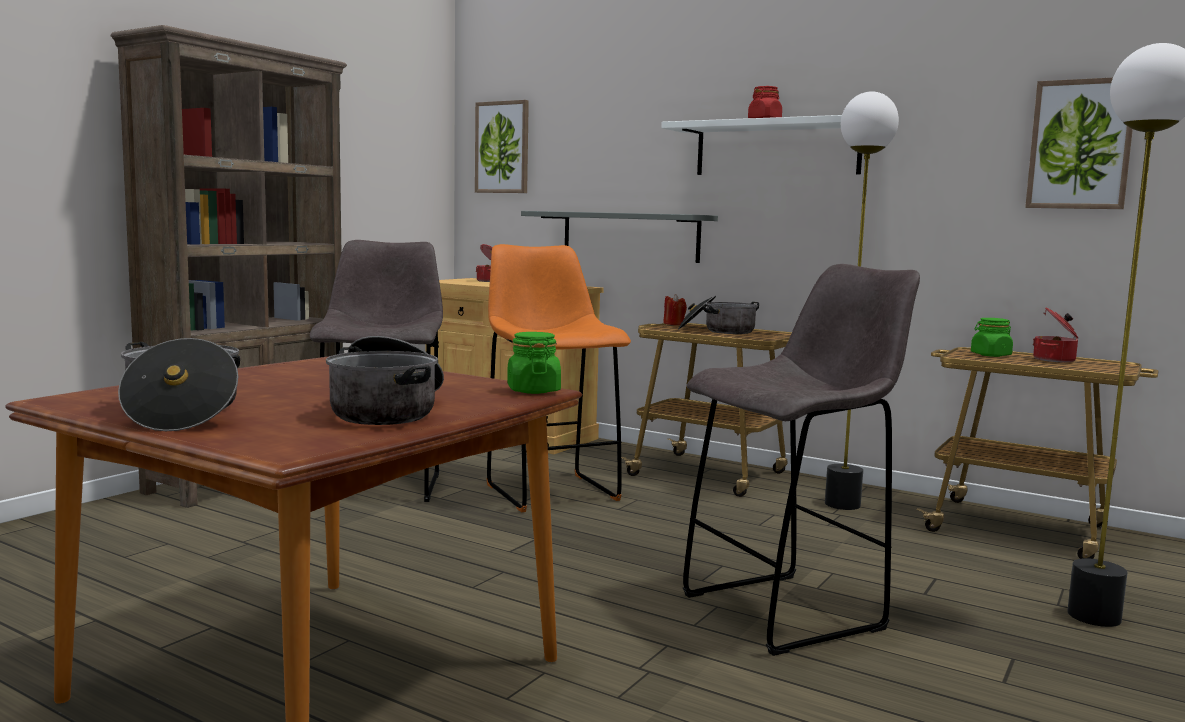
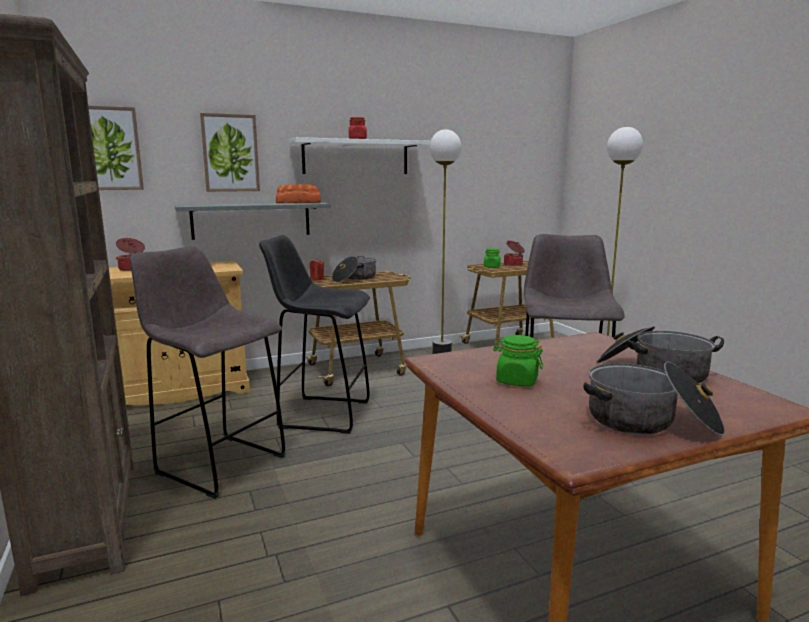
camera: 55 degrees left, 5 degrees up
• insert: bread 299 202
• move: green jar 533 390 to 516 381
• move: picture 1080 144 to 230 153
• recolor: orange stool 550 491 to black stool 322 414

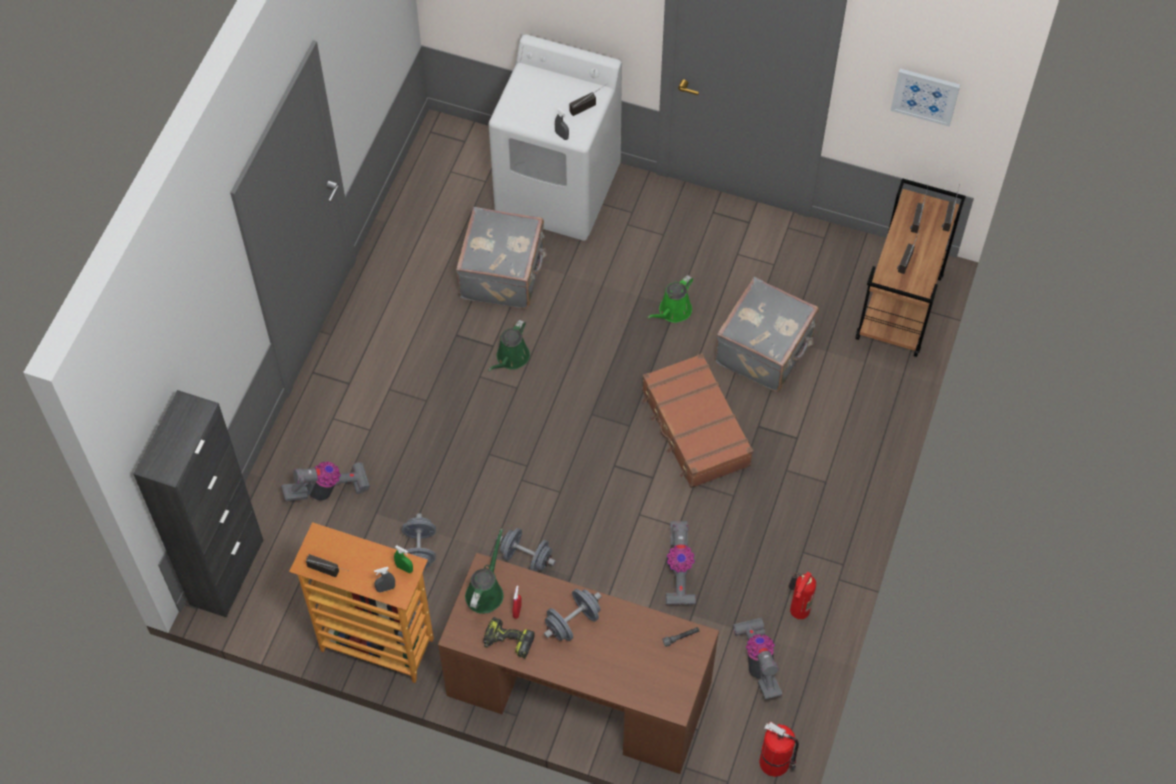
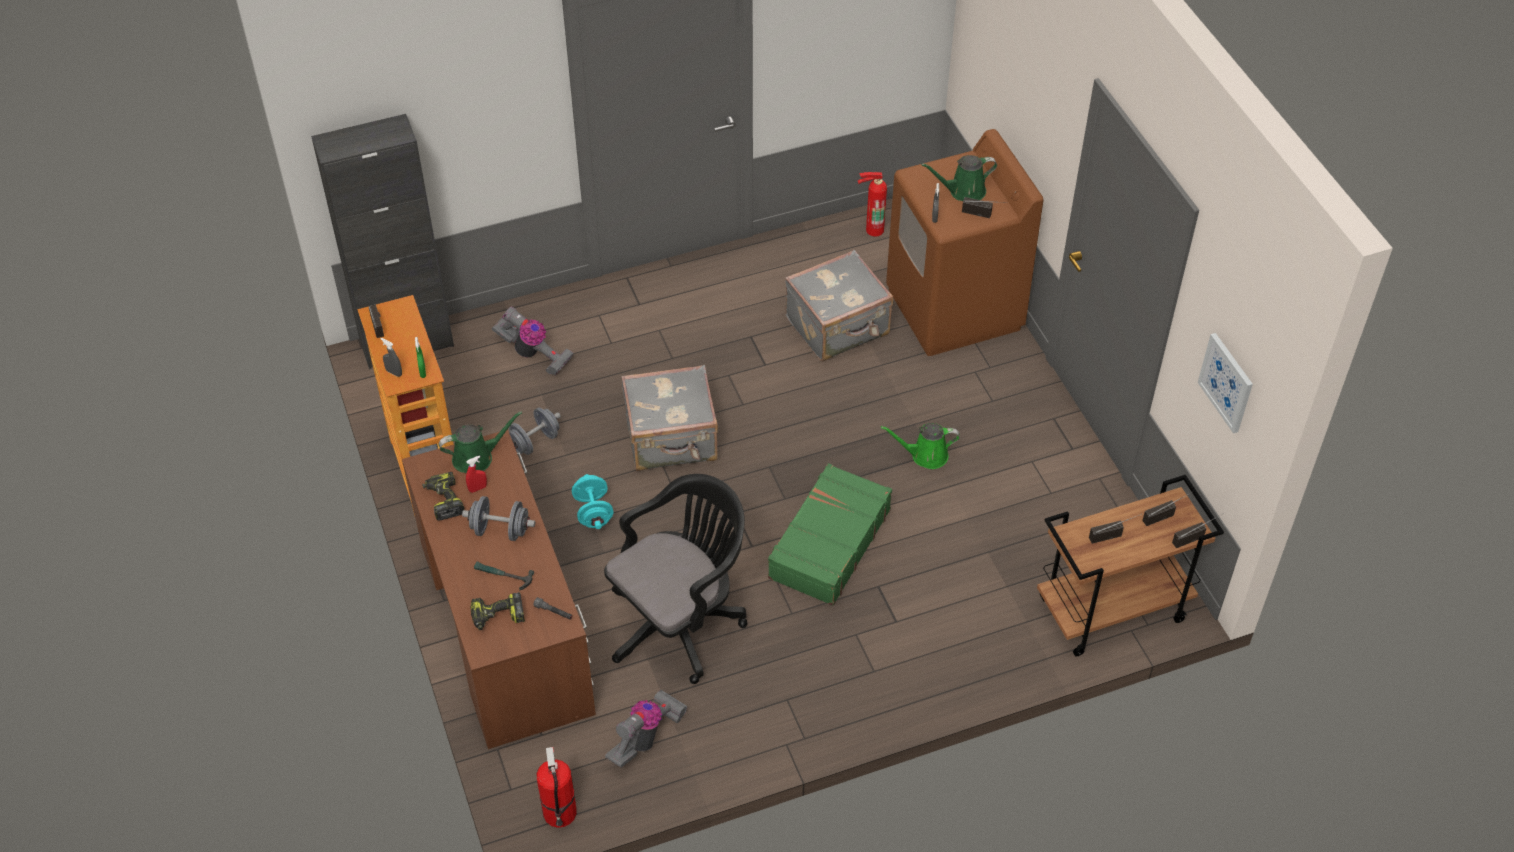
camera: 50 degrees right, 10 degrees down
• insert: power drill 498 617
• insert: hammer 503 576
• move: green watering can 511 358 to 963 191
• move: grey suitcase 765 350 to 672 440
• move: fire extinguisher 797 610 to 873 229
• replace: vacuum cleaner 678 571 to black office chair 680 622
• recolor: white washing machine 558 191 to brown washing machine 954 309
• recolor: grey dumbbell 526 557 to turquoise dumbbell 593 512
• recolor: brown suitcase 695 428 to green suitcase 828 544

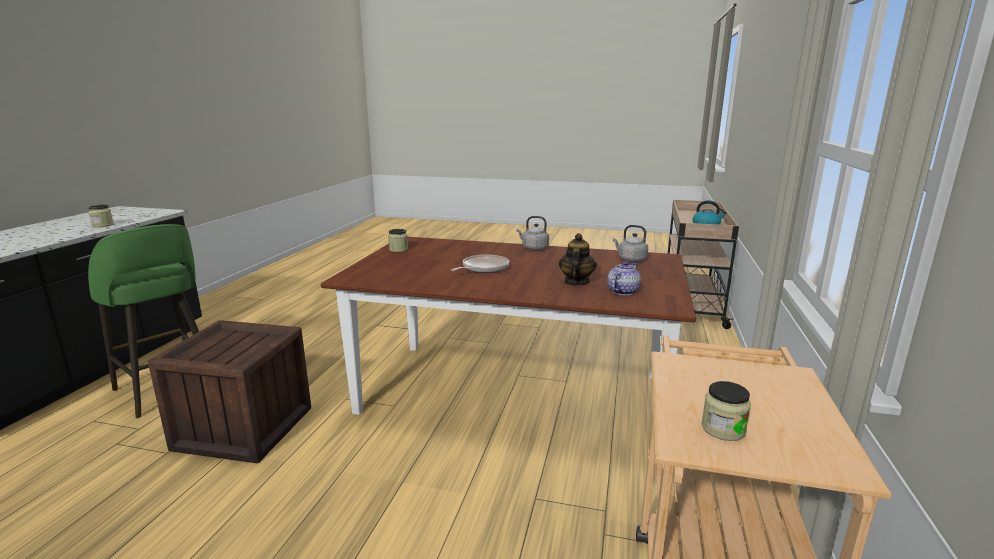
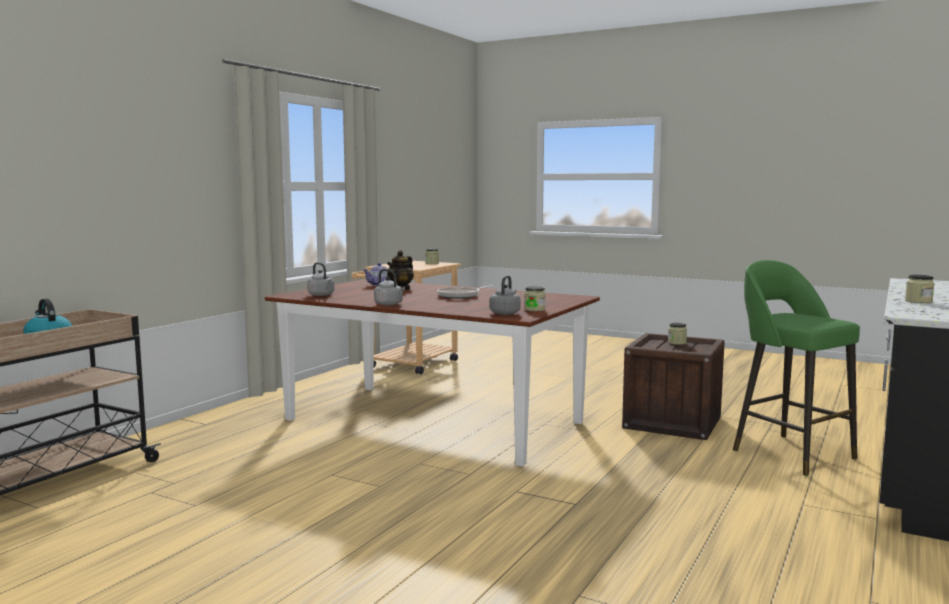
camera: 165 degrees left, 10 degrees down
• insert: grey kettle 505 313
• insert: jar 677 343

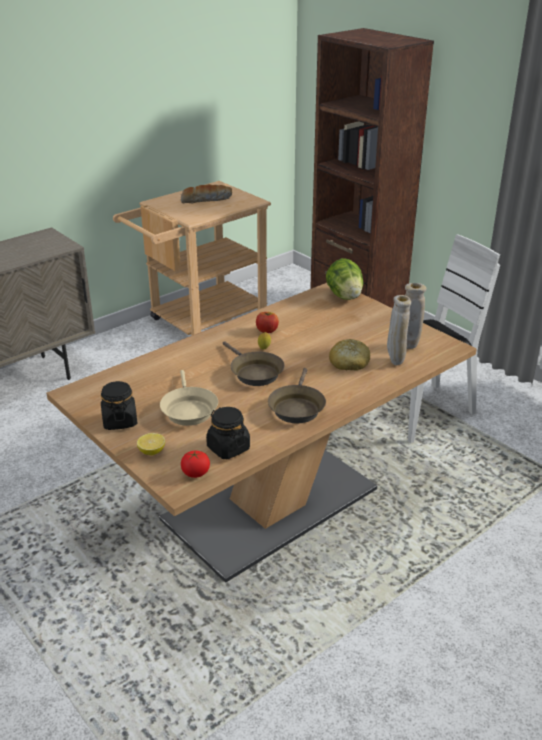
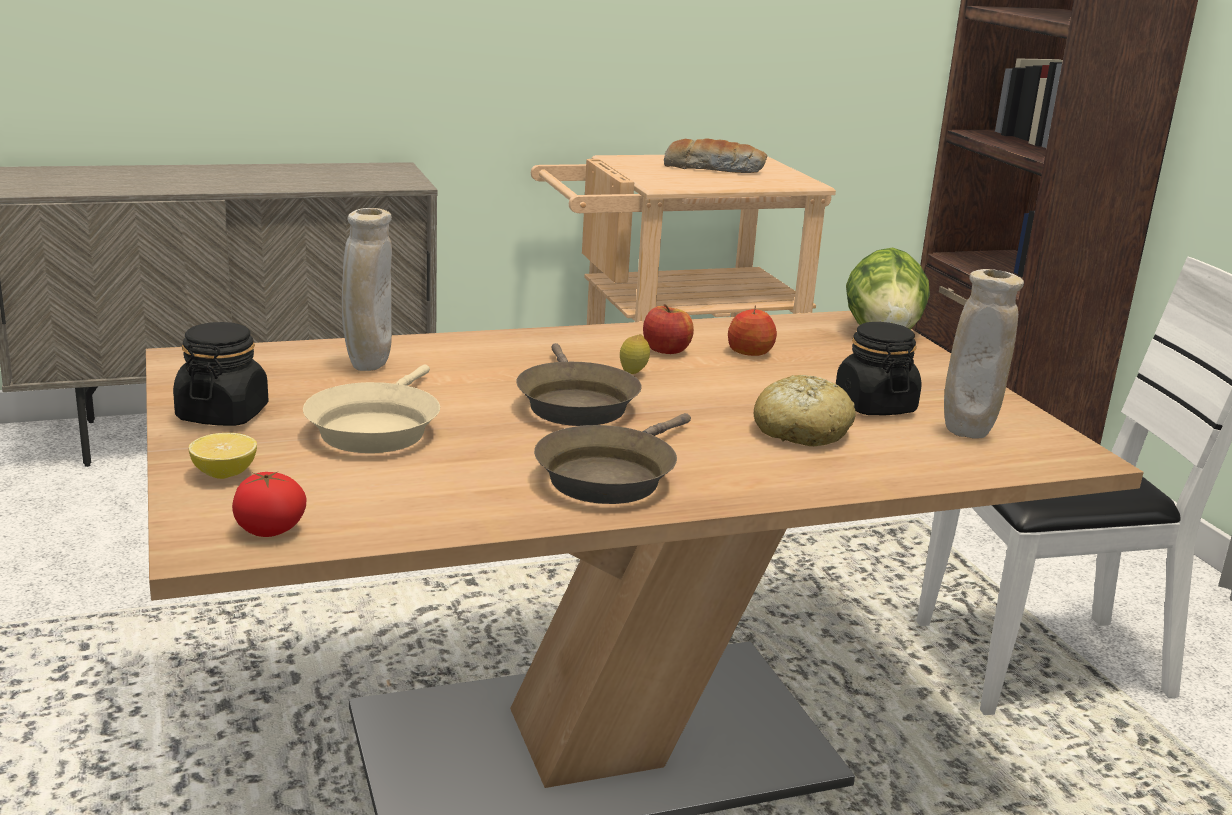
camera: 20 degrees right, 10 degrees down
• insert: apple 750 352
• move: black jar 228 448 to 874 406
• move: beige vase 395 361 to 368 366

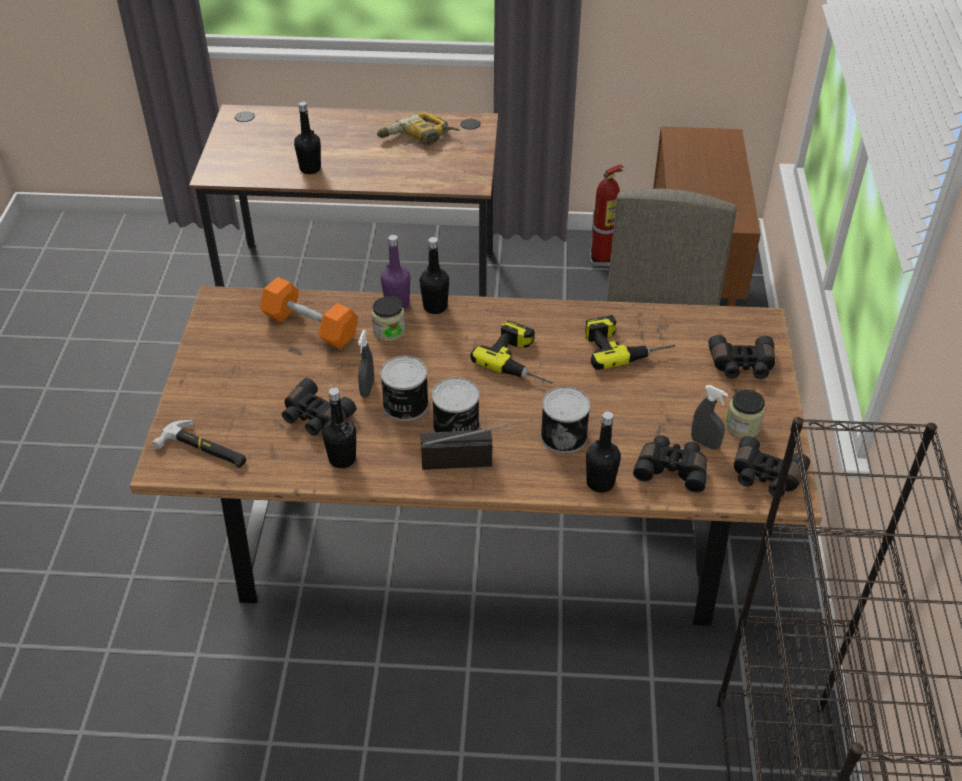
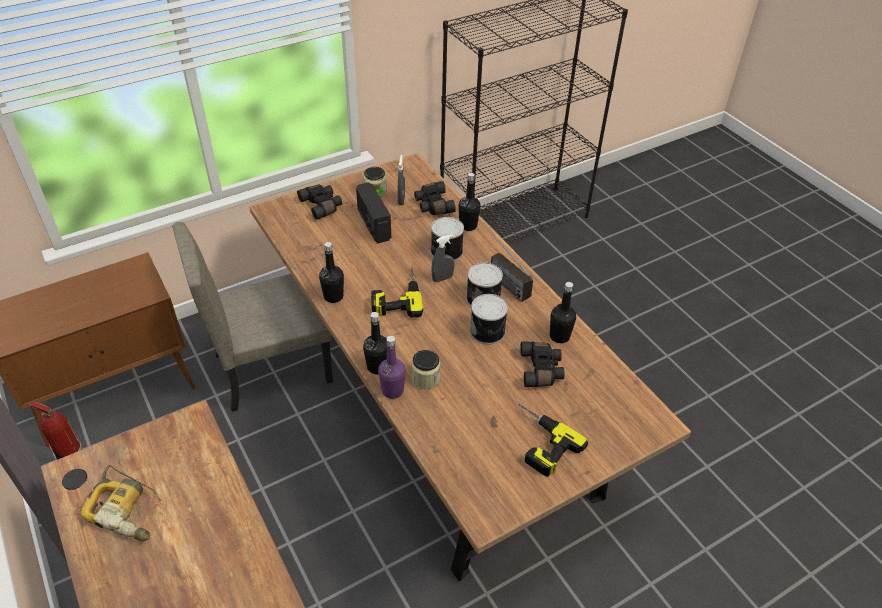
camera: 125 degrees left, 0 degrees up
• delete: hammer 204 450
• delete: orange dumbbell 310 326
• delete: black binoculars 765 477
• insert: radio 373 224
• move: black bottle 310 169 to 333 296
• move: grey spray bottle 367 389 to 442 278
• move: power drill 625 345 to 538 442

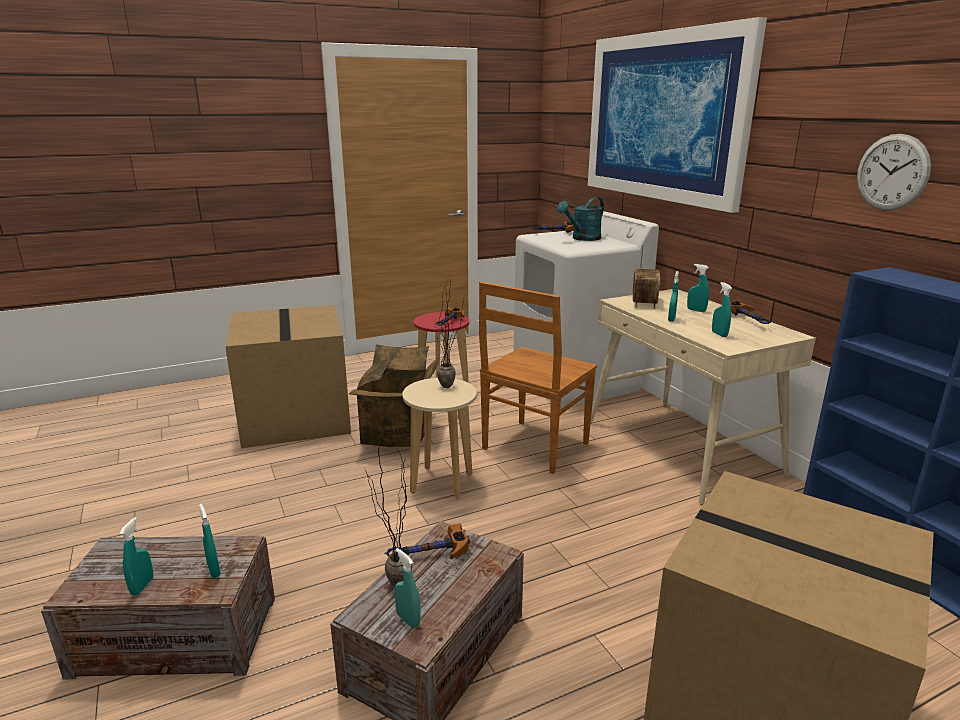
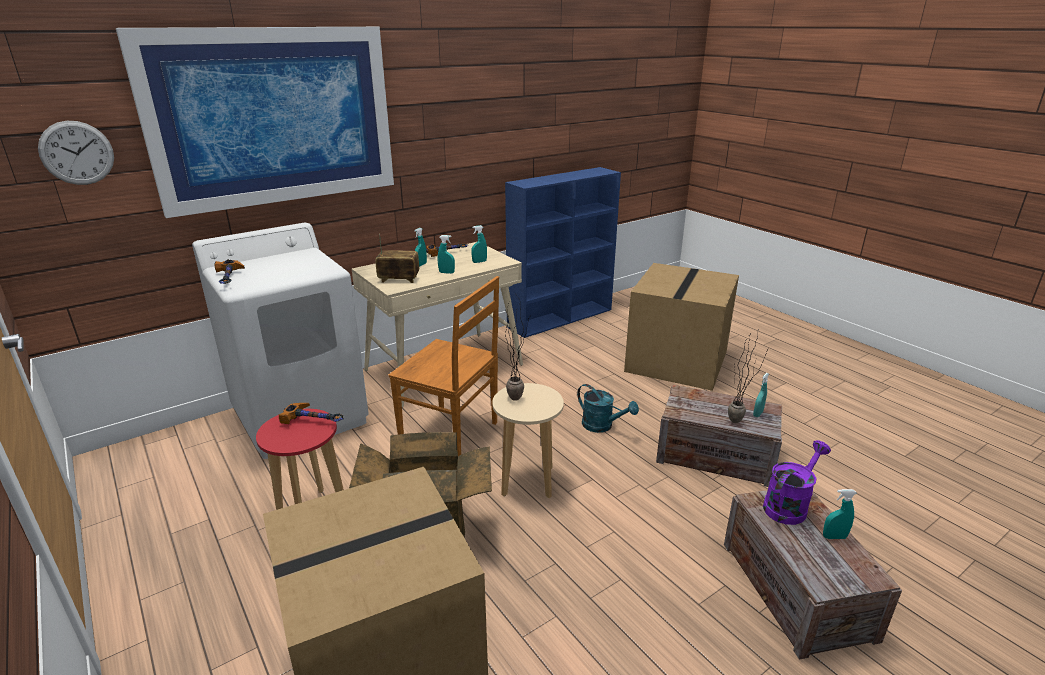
camera: 100 degrees left, 5 degrees up
• delete: hammer 427 556
• move: turquoise watering can 582 239 to 602 426
• move: wall clock 892 172 to 77 153
• replace: turquoise spray bottle 214 570 to purple watering can 789 505

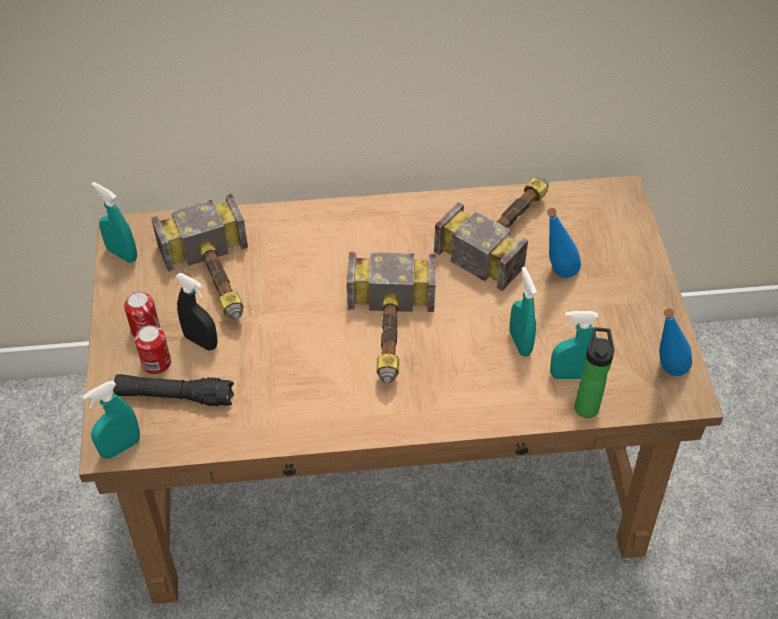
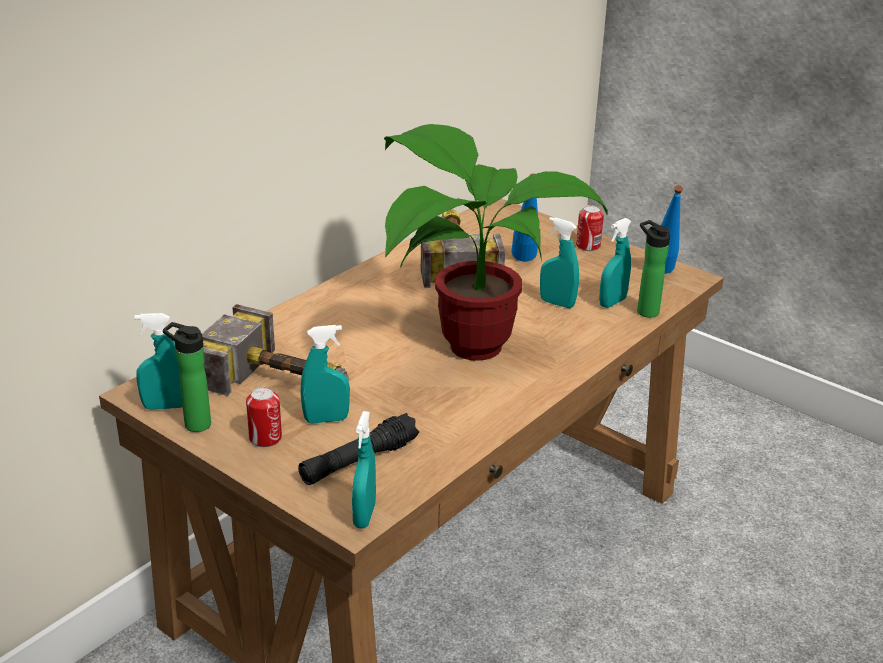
camera: 45 degrees left, 20 degrees down
• insert: bottle 194 423
• move: can 156 363 to 588 246
• replace: hammer 389 335 to potted plant 466 343
• recolor: black spray bottle 201 341 to turquoise spray bottle 326 419

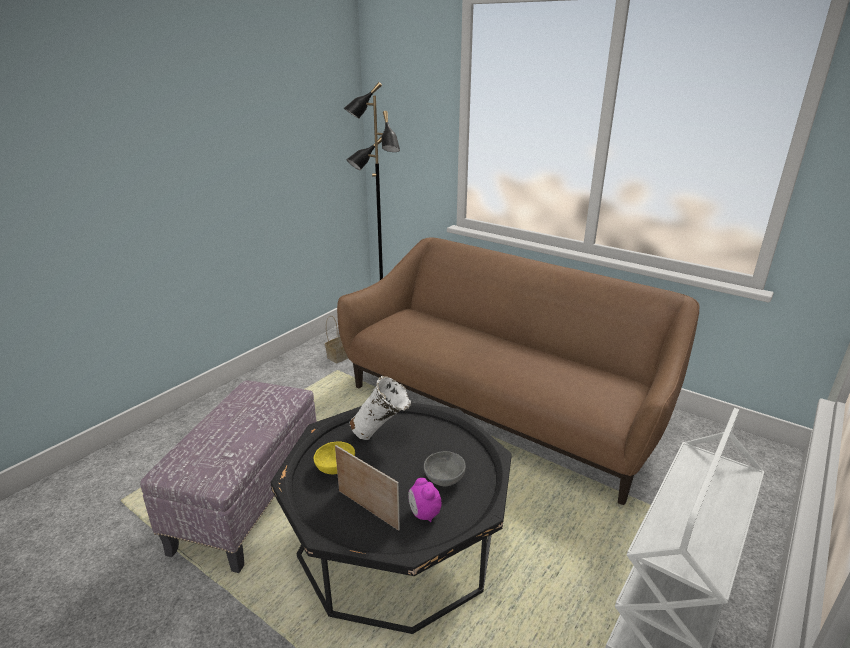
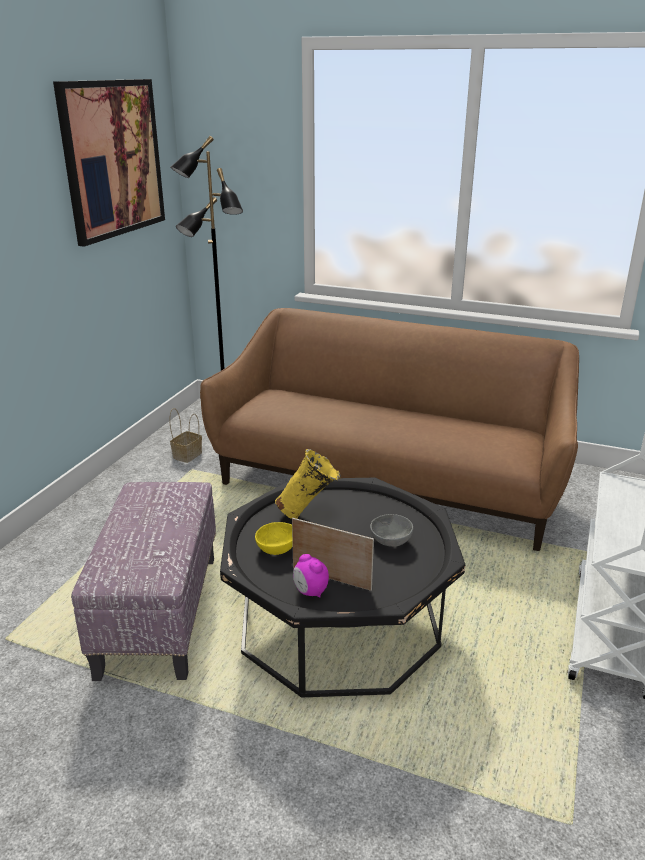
camera: 15 degrees left, 0 degrees up
• insert: picture 113 159
• move: alarm clock 424 514 to 310 592
• recolor: white vase 382 436 to yellow vase 309 514

